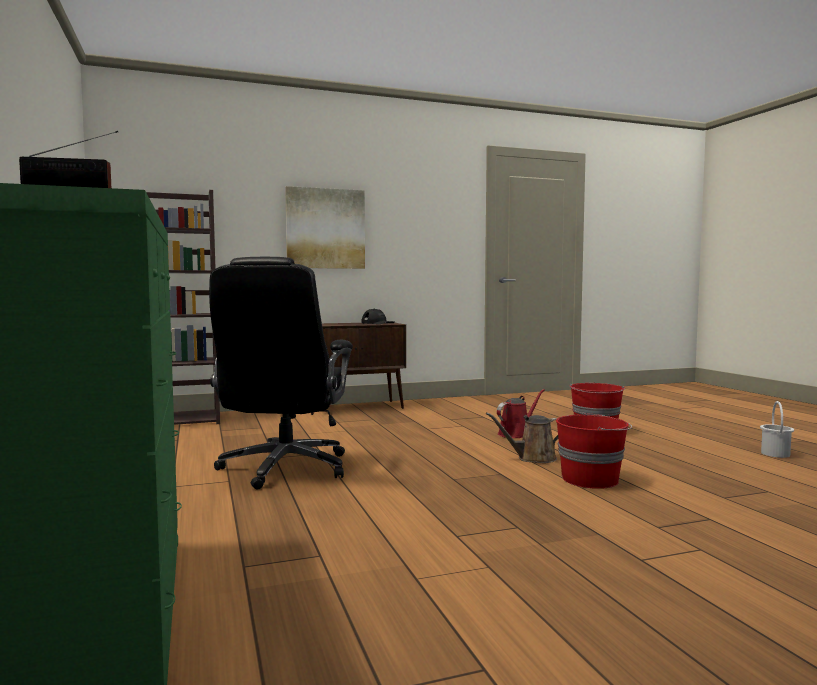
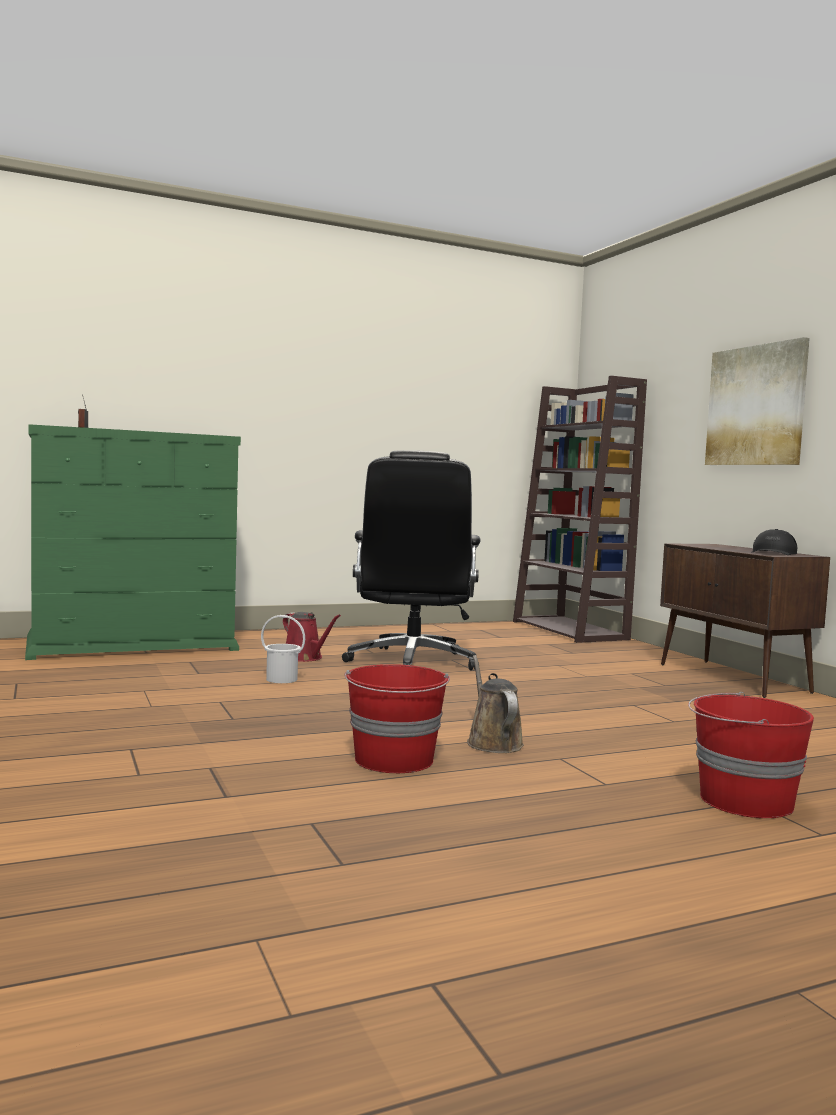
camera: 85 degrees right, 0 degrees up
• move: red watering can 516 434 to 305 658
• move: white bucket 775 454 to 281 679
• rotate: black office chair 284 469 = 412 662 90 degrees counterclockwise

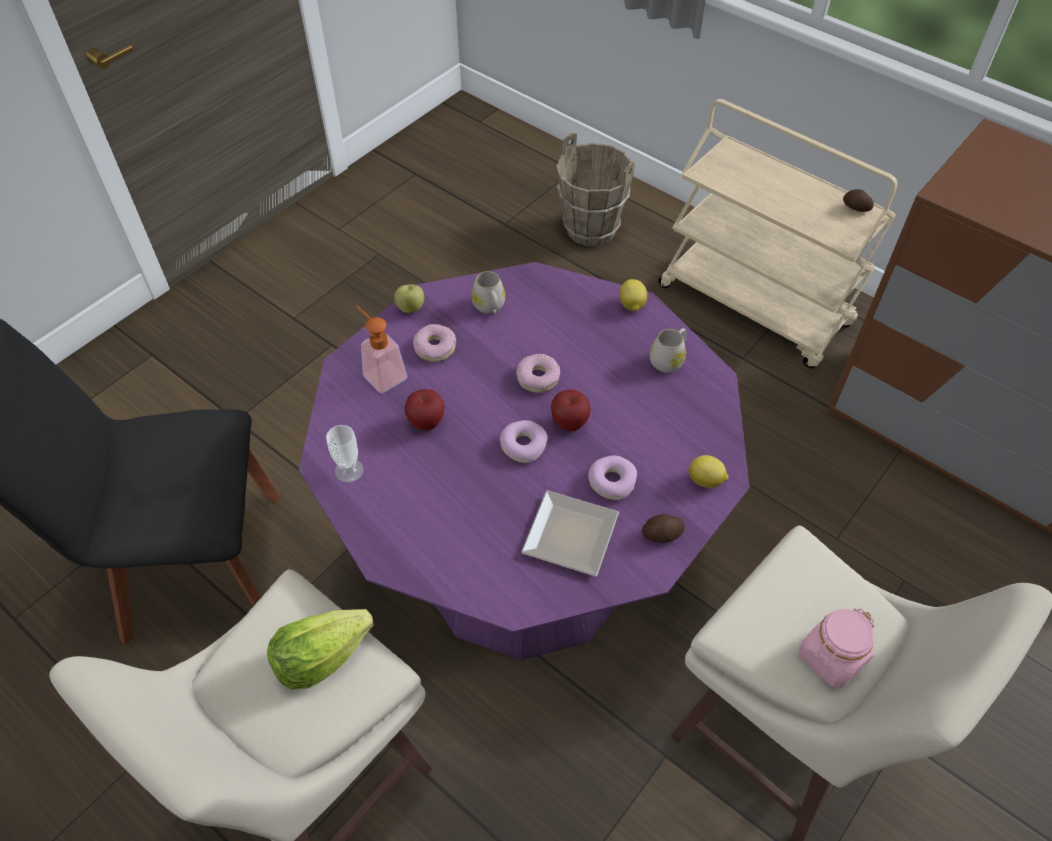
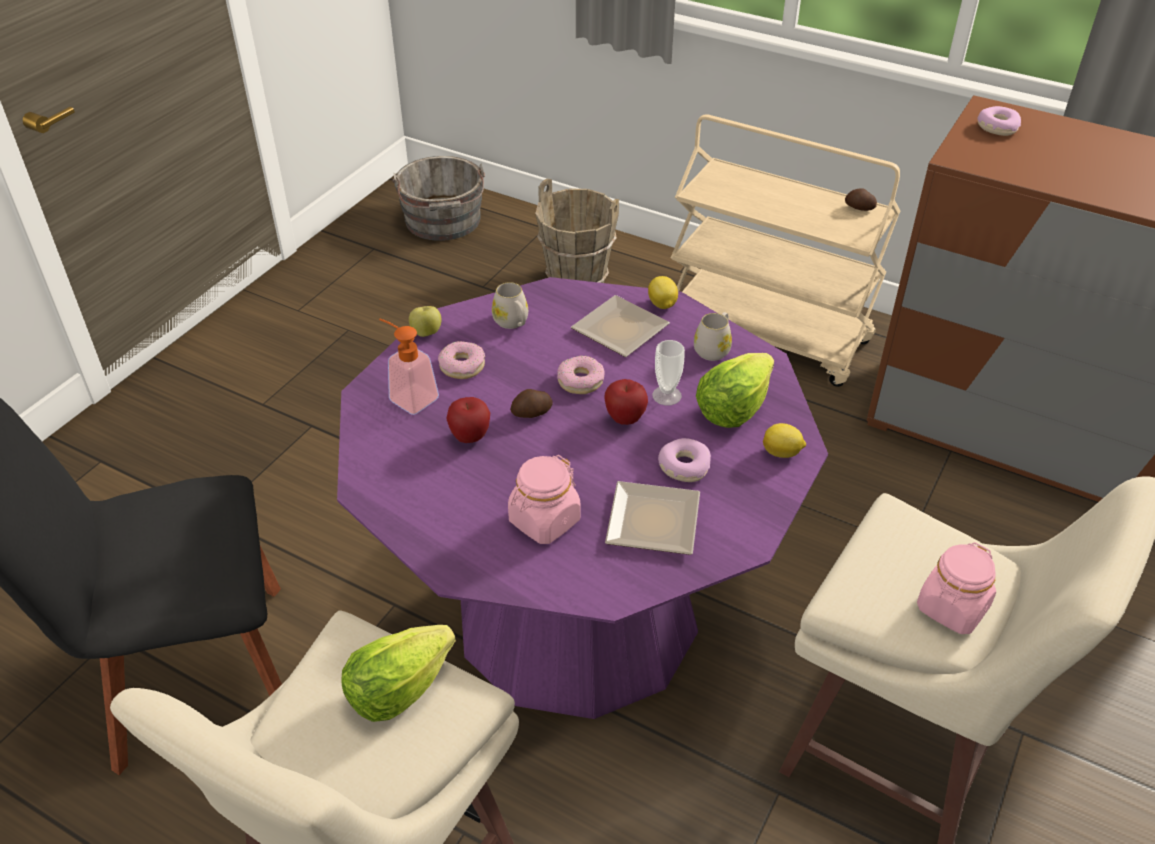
camera: 10 degrees left, 10 degrees down
• insert: grey bucket 443 222
• insert: pink jar 544 521
• insert: plate 619 328
• insert: lettuce 732 409
• move: cup 349 470 to 666 395
• move: donut 523 445 to 997 127
• move: potato 662 535 to 532 413

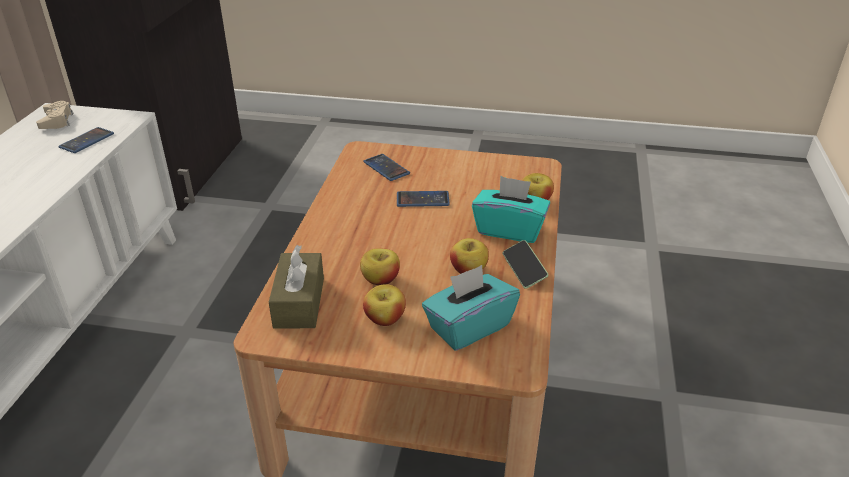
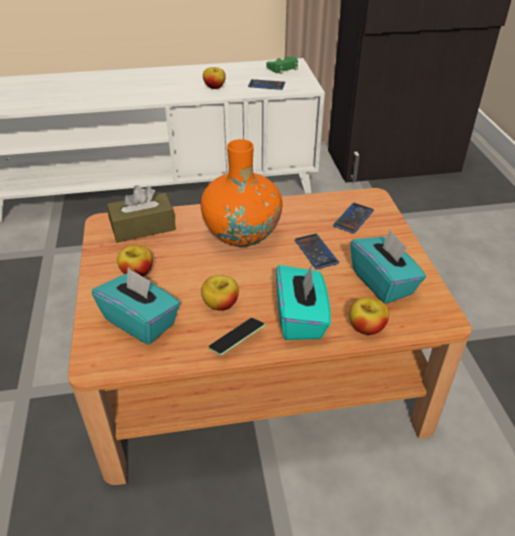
camera: 70 degrees right, 5 degrees up
• insert: orange vase 242 233
• insert: turquoise tissue box 383 282
• move: apple 380 280 to 214 87
• recolor: beige game controller 56 120 to green game controller 283 68

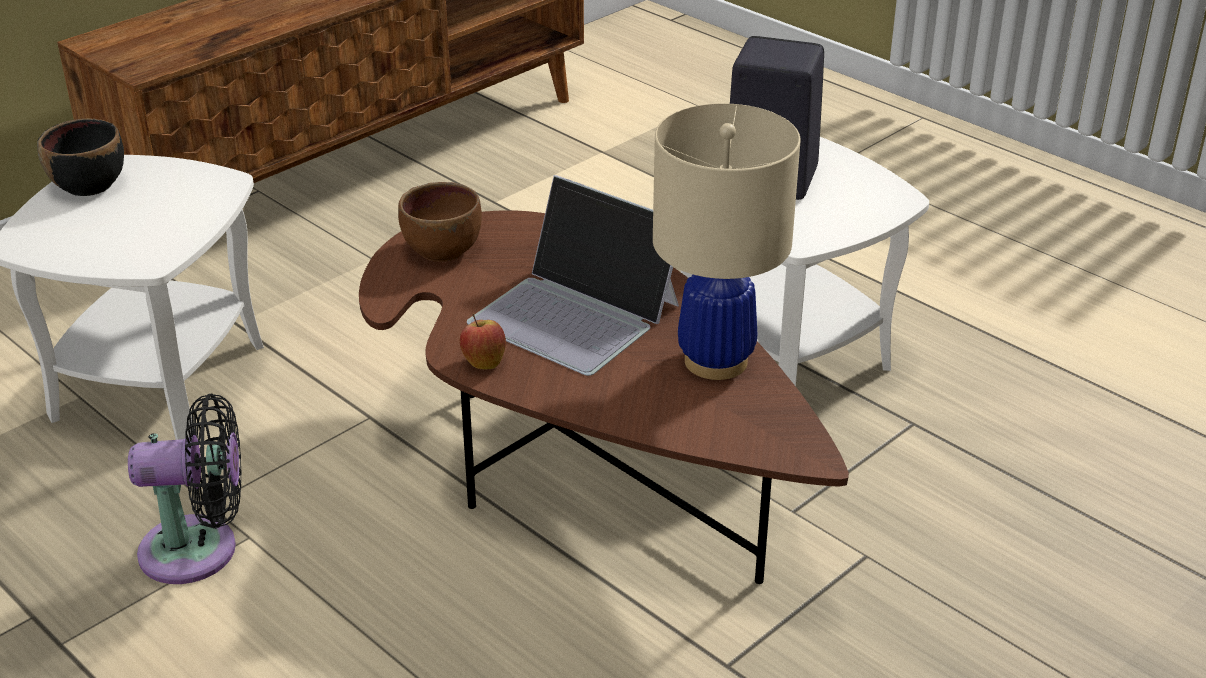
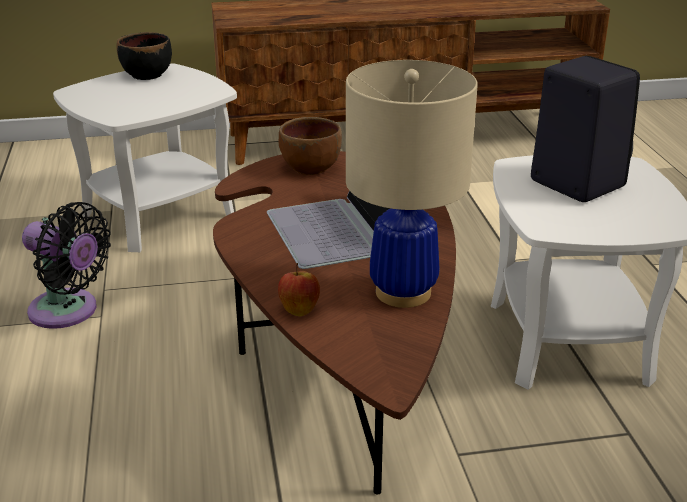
camera: 35 degrees right, 5 degrees down
• move: apple 483 362 to 299 309

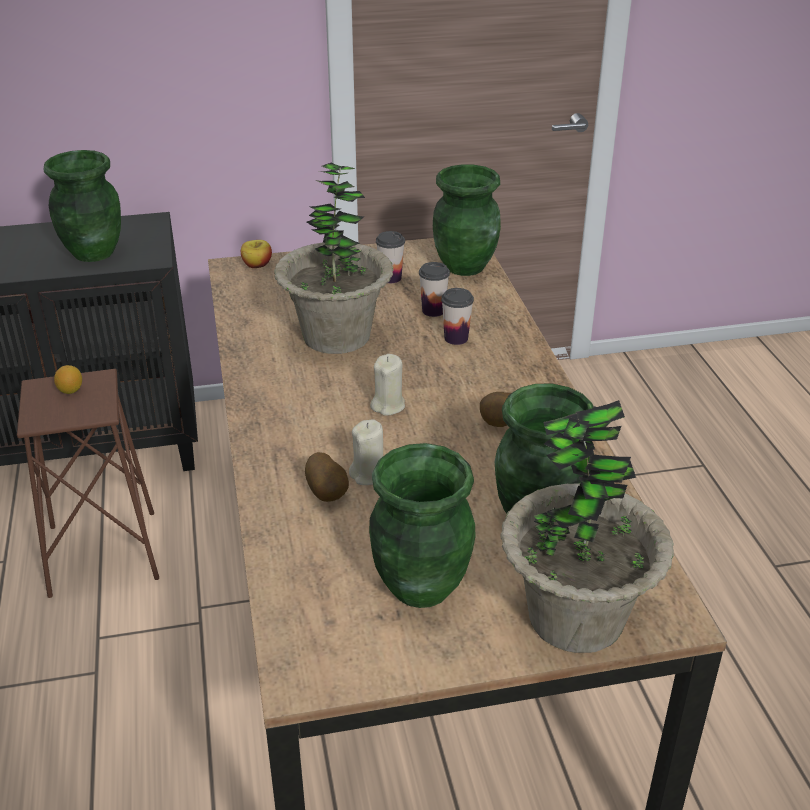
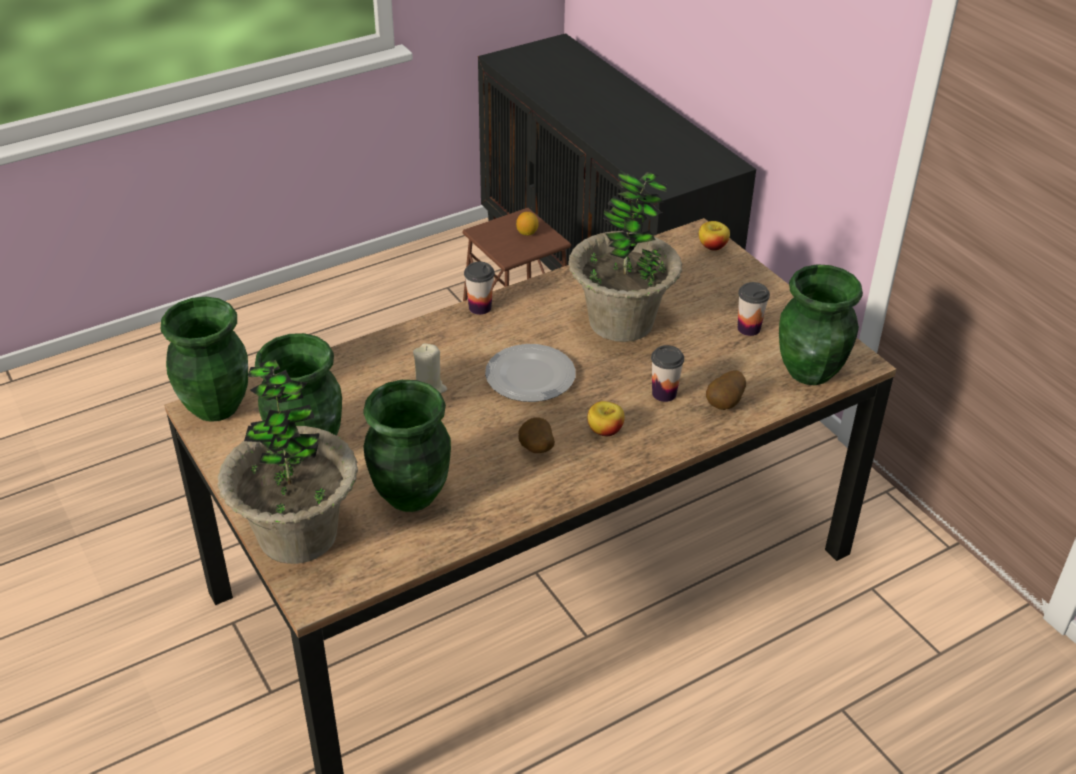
camera: 70 degrees right, 5 degrees up
• insert: apple 605 430
• move: green vase 92 252 to 216 406
• move: potato 328 493 to 725 404
• move: cup 433 311 to 480 307
• replace: beige candle 388 405 to plate 529 377

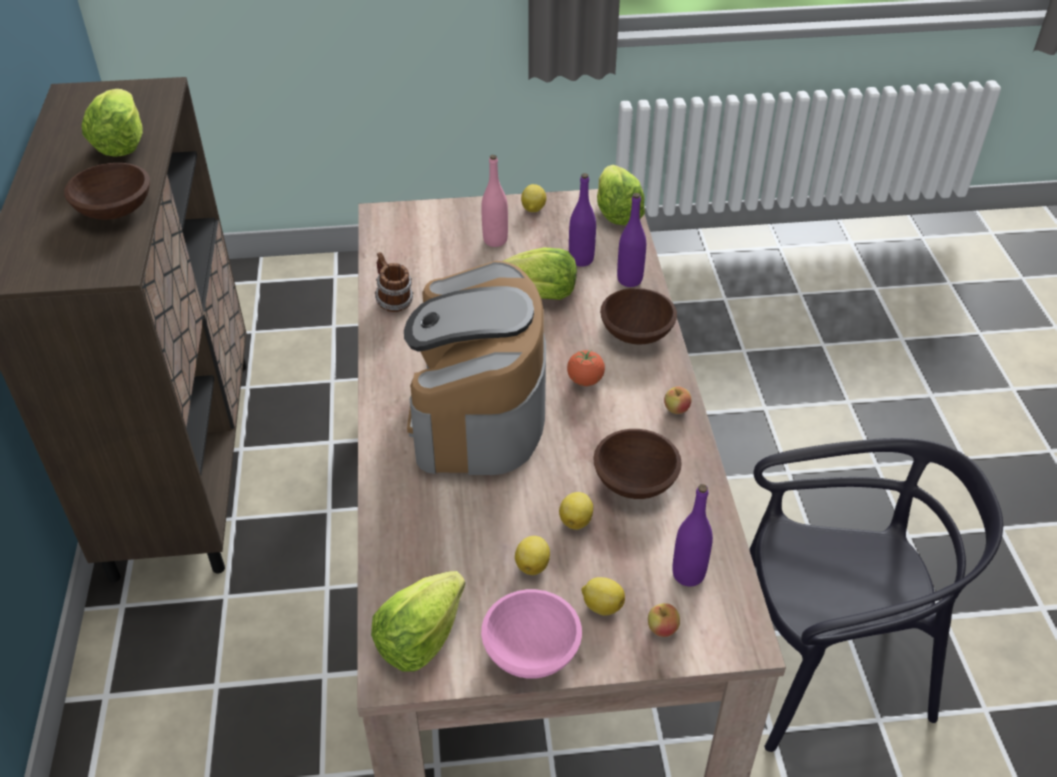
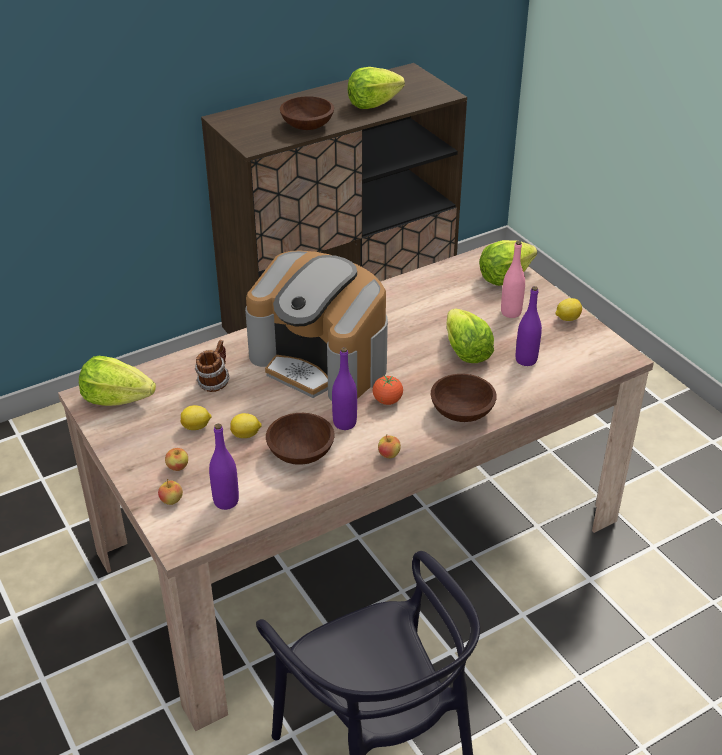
camera: 65 degrees right, 5 degrees down
• delete: pink bowl 532 649
• move: mug 393 301 to 214 382
• move: lettuce 617 213 to 504 277
• move: purple bottle 629 280 to 344 423
• replace: lemon 601 605 to apple 178 467
• rotate: coffee machine 478 410 = 321 361 120 degrees counterclockwise

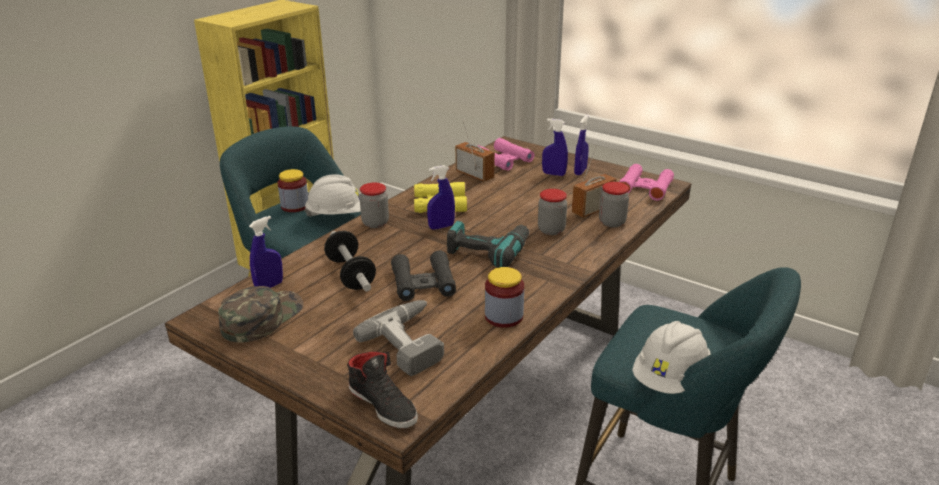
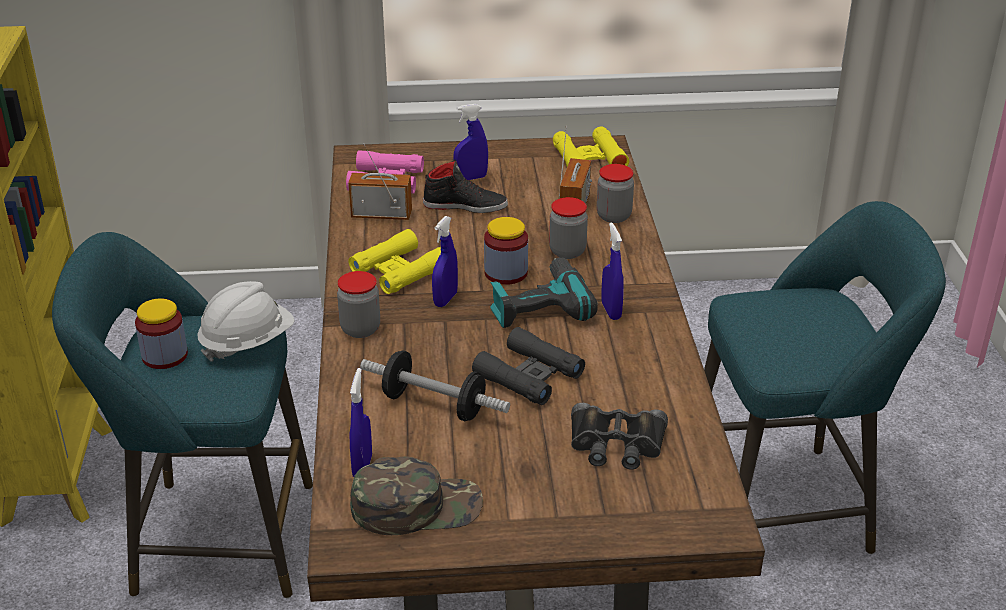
camera: 40 degrees left, 5 degrees up
• delete: white hard hat 670 379
• move: black shoe 383 404 to 465 205
• move: jar 504 316 to 506 273
• move: blue spray bottle 580 171 to 611 311
• replace: power drill 412 342 to black binoculars 616 444
• recolor: pink binoculars 645 187 to yellow binoculars 589 159
• rotate: green cap 261 318 = 416 506 90 degrees clockwise

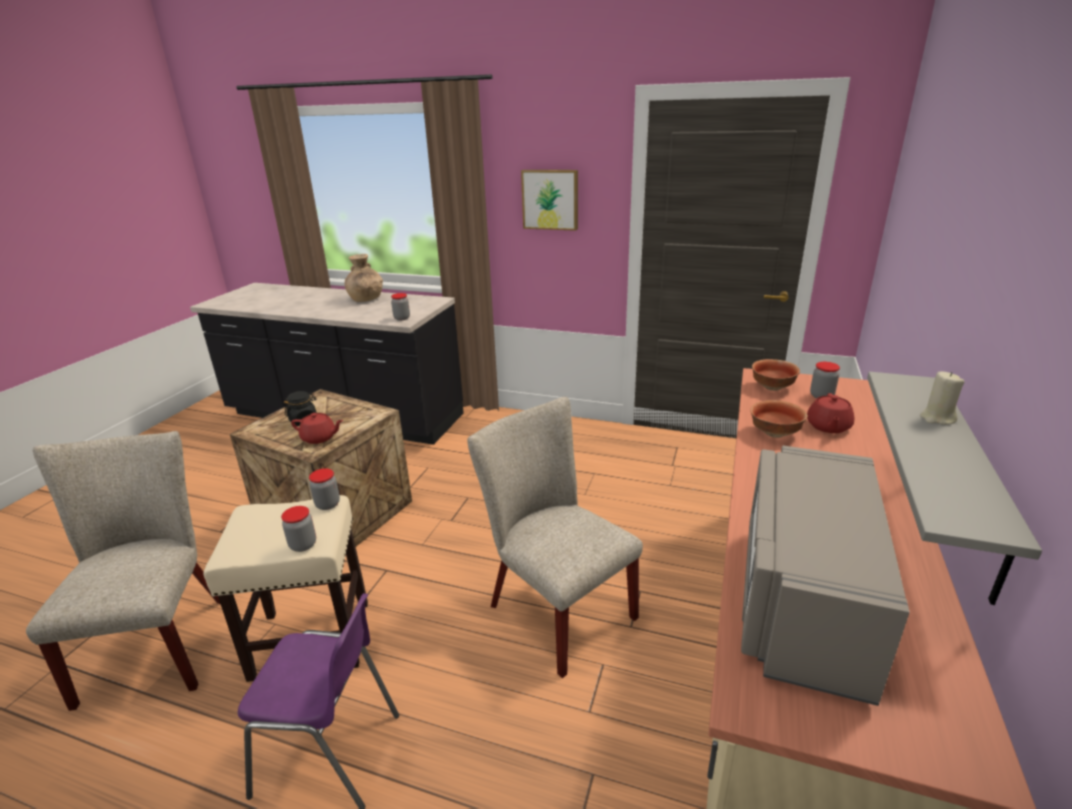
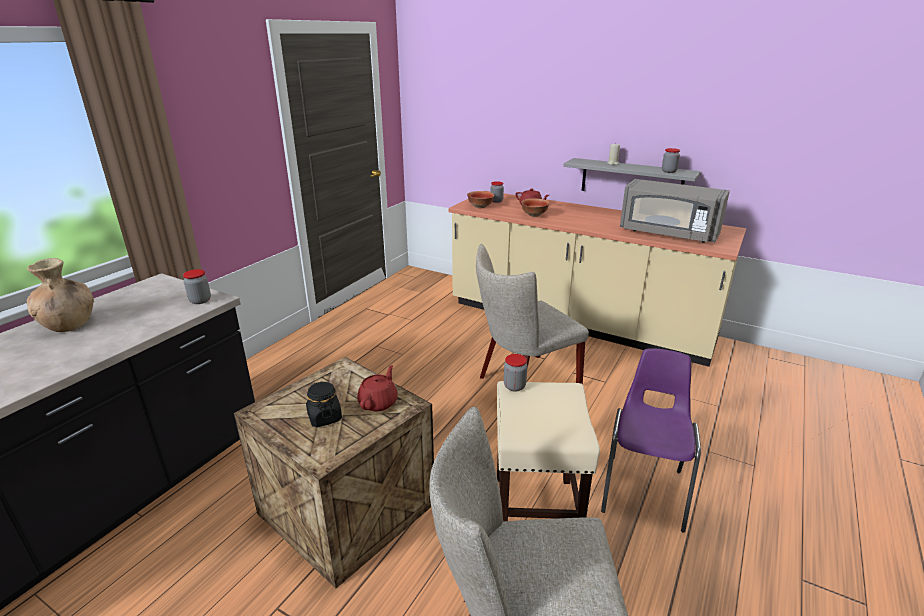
camera: 80 degrees left, 0 degrees up
• delete: picture 550 199
• move: jar 303 545 to 669 171

